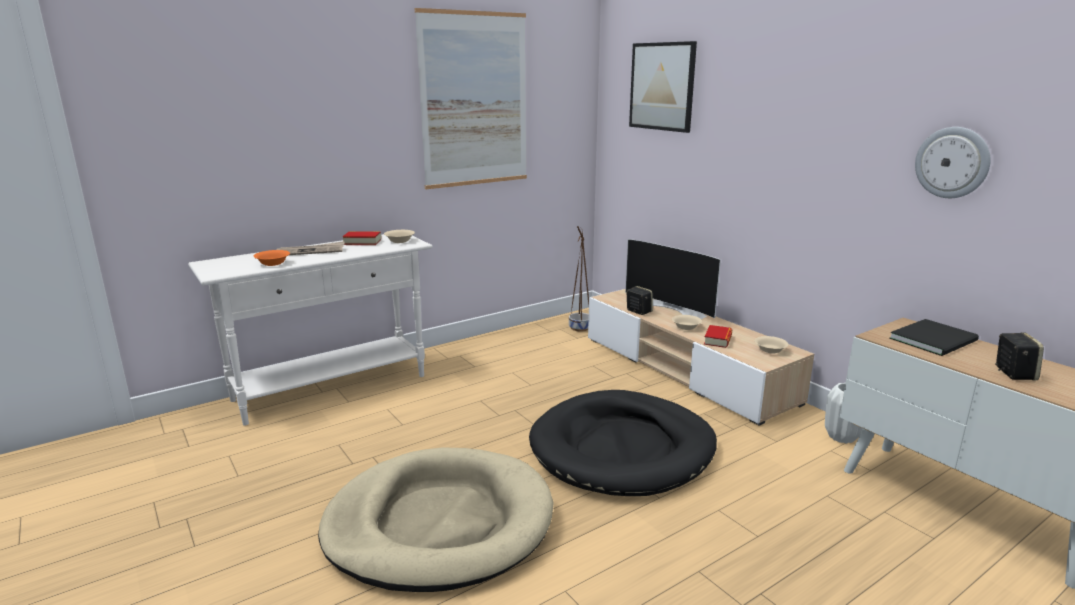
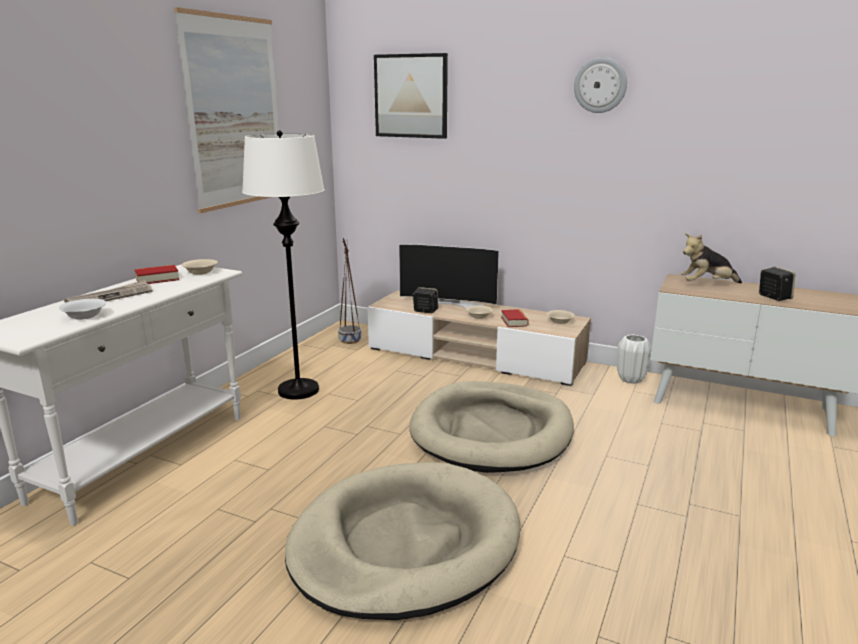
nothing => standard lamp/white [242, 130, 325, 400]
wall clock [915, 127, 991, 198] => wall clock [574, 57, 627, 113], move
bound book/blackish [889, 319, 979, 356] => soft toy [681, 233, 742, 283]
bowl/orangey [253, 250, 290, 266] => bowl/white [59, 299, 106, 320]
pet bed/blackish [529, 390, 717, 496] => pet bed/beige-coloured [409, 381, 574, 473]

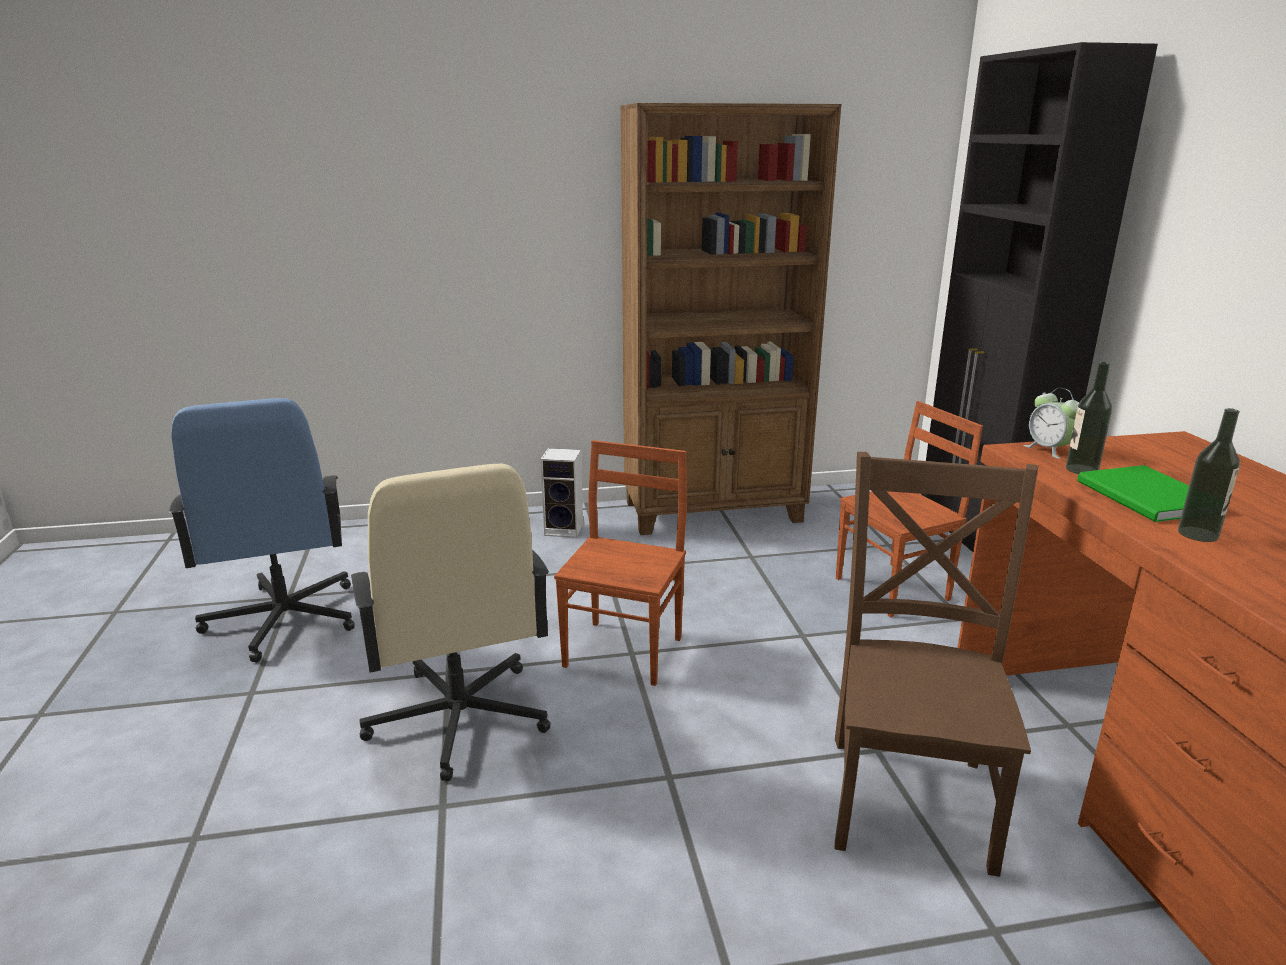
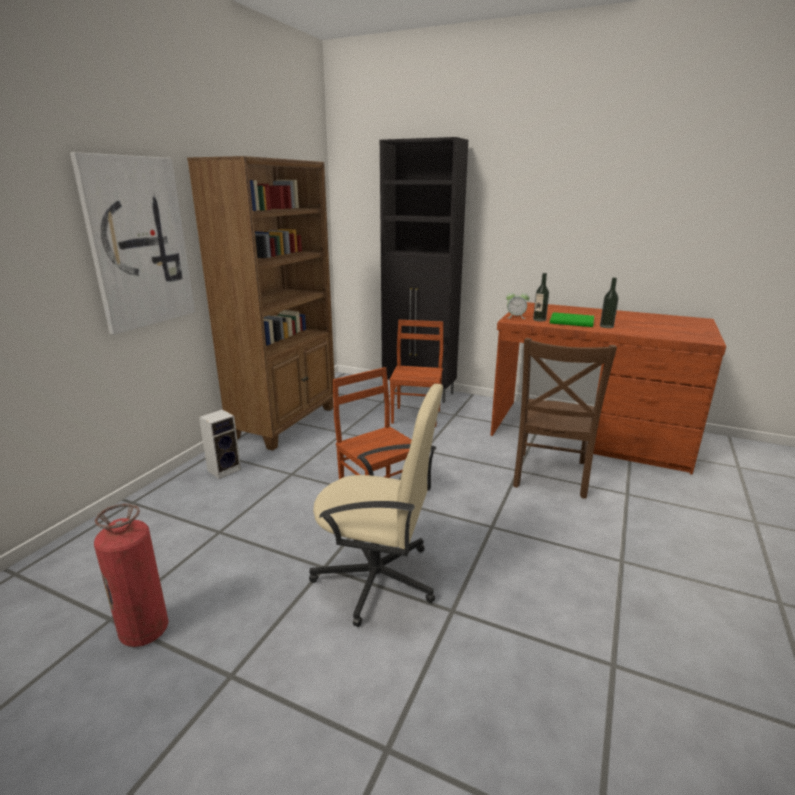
nothing => wall picture [70, 152, 195, 335]
computer chair/blue-coloured [169, 398, 355, 663] => fire-fighting cylinder [94, 503, 169, 647]
upright chair/brownish [835, 452, 1038, 877] => upright chair/brownish [513, 338, 617, 499], 120 degrees counterclockwise

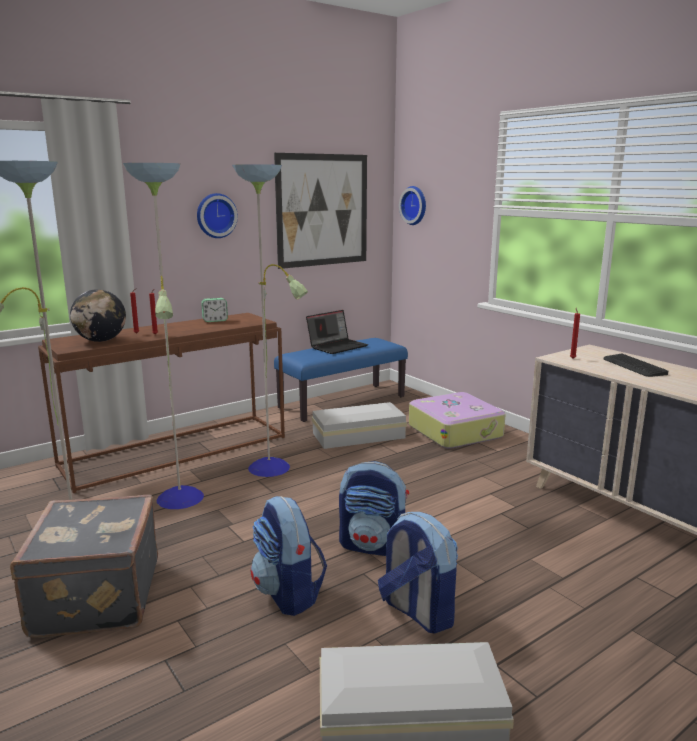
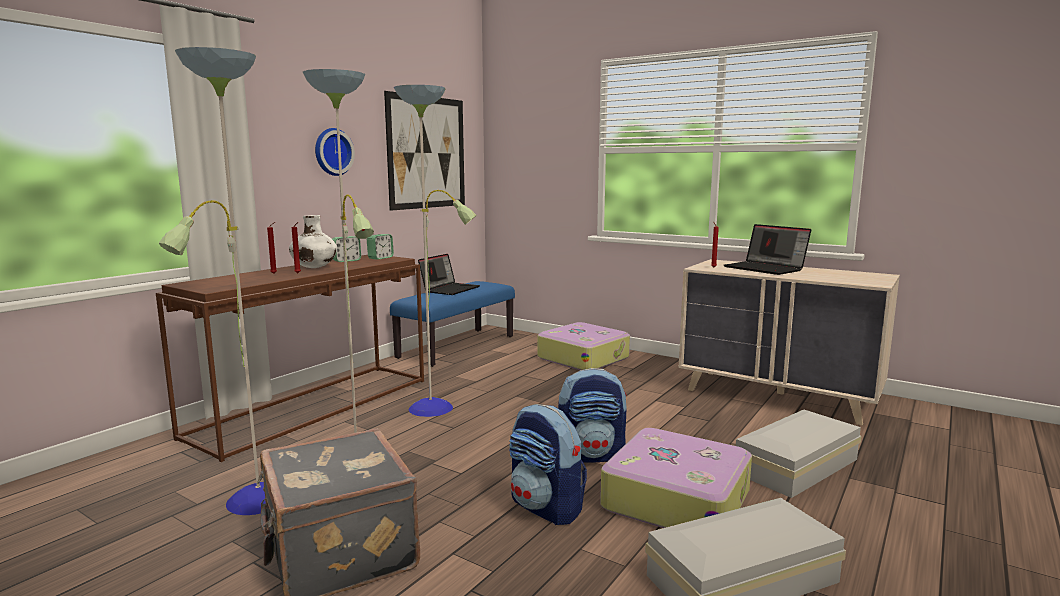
globe [70, 289, 126, 342] => nothing
wall clock [399, 186, 426, 225] => nothing
nothing => flower vase/white [289, 215, 337, 268]
nothing => alarm clock [367, 234, 394, 260]
storage container/white [312, 402, 407, 449] => storage container/white [736, 410, 862, 498], move
knapsack [378, 512, 458, 634] => travel case [600, 428, 752, 528]
PC keyboard [604, 354, 668, 377] => notebook computer [724, 224, 811, 275]

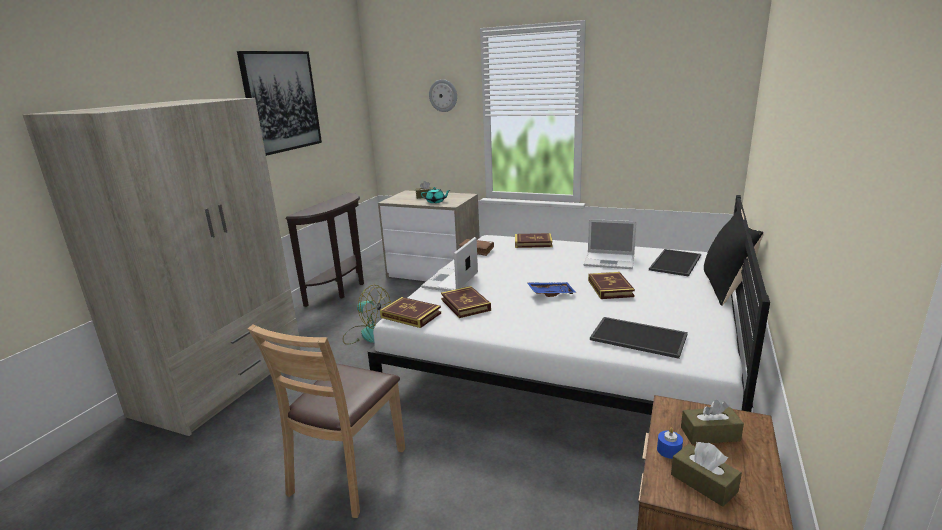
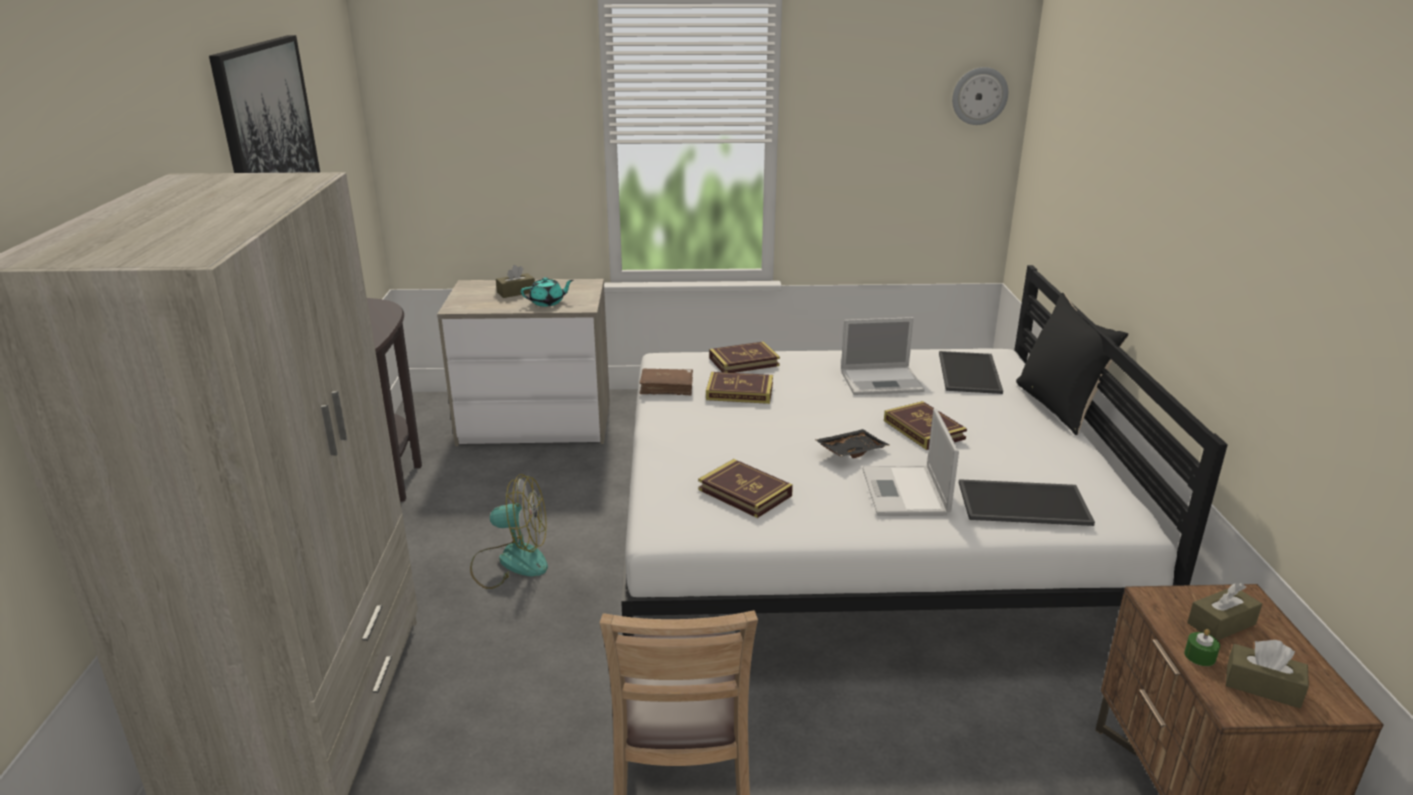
bound book [380, 297, 441, 328] => bound book [706, 372, 773, 404], move
notebook computer [421, 237, 478, 291] => notebook computer [862, 408, 959, 516], move
wall clock [429, 79, 457, 112] => wall clock [952, 67, 1008, 125], move
serving tray/blue-coloured [527, 282, 577, 297] => serving tray/blackish [815, 429, 890, 458]
wax light/blue-coloured [657, 428, 683, 459] => wax light/greenish [1184, 629, 1220, 666]

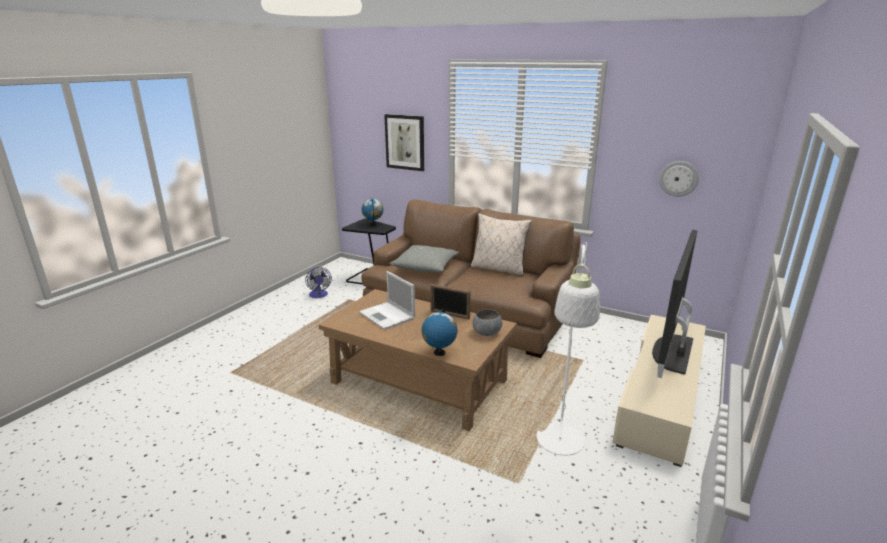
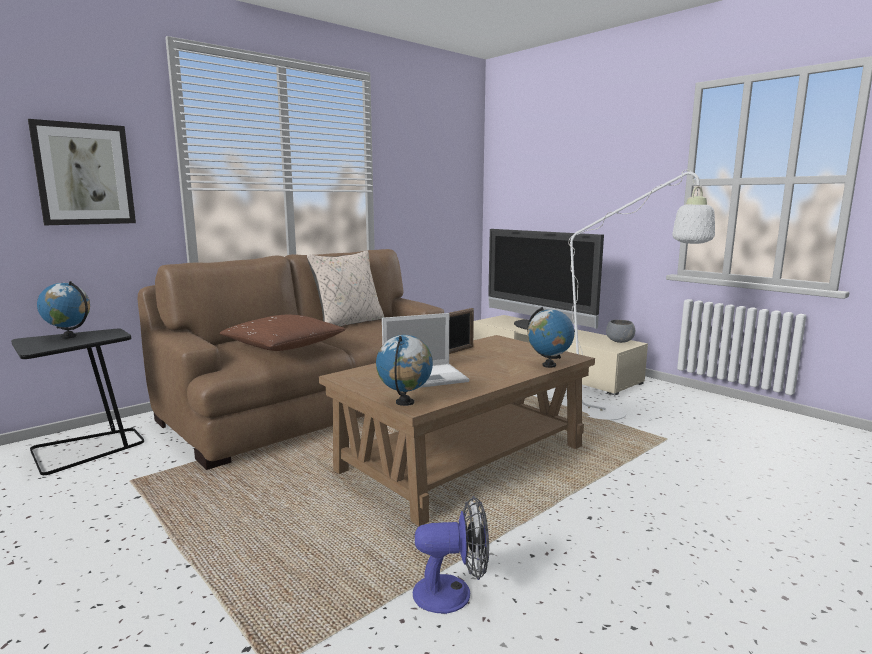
wall clock [659, 161, 699, 197] => nothing
nothing => globe [376, 335, 433, 406]
cooling fan [305, 267, 332, 298] => cooling fan [413, 496, 489, 614], move
bowl/gray [473, 309, 503, 336] => bowl/gray [606, 320, 635, 343], move
throw pillow/gray [389, 245, 460, 272] => throw pillow/brownish [219, 315, 346, 351]

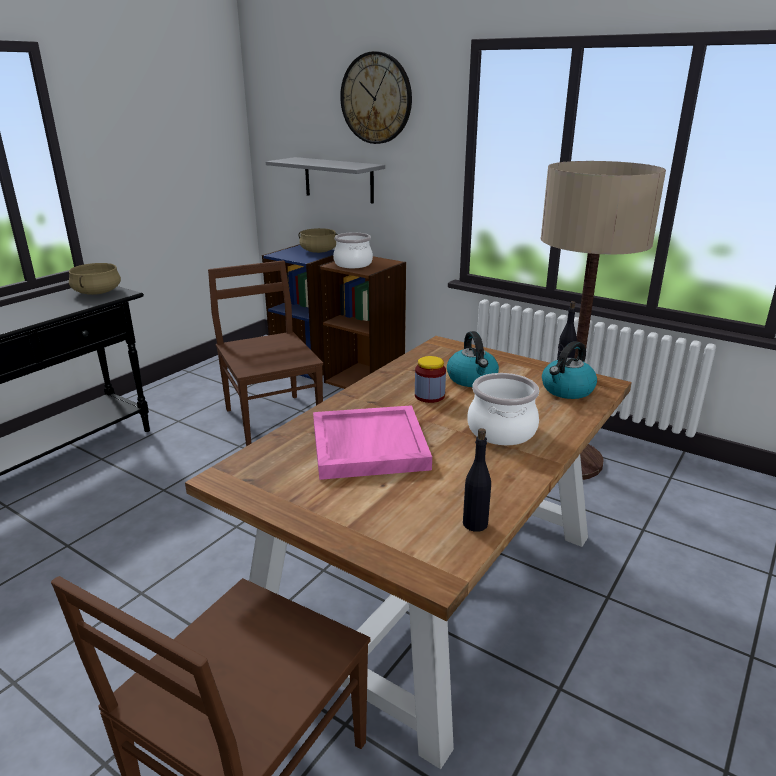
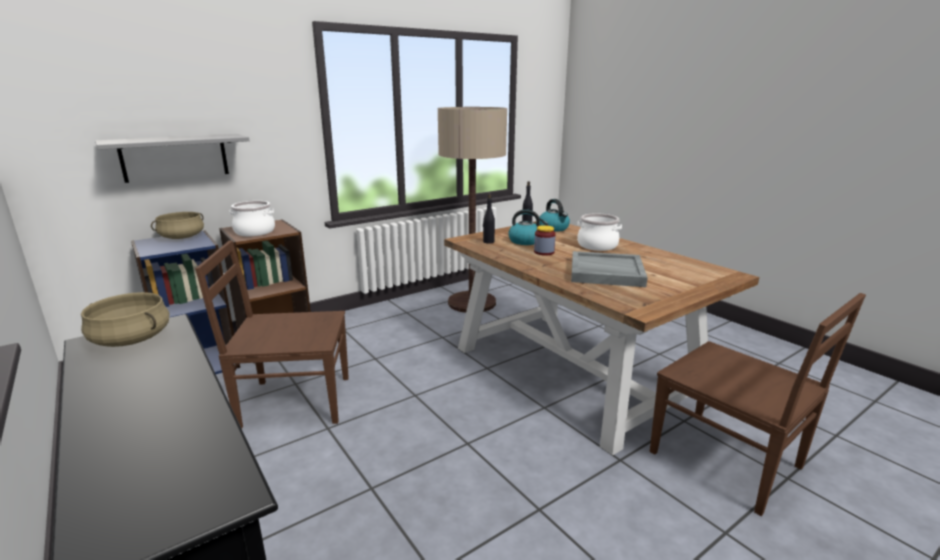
wall clock [340, 51, 412, 144] => nothing
drink bottle/blackish [463, 428, 491, 532] => drink bottle/blackish [483, 194, 495, 244], move
serving tray/pinkish [313, 405, 432, 480] => serving tray/gray [571, 251, 648, 287]

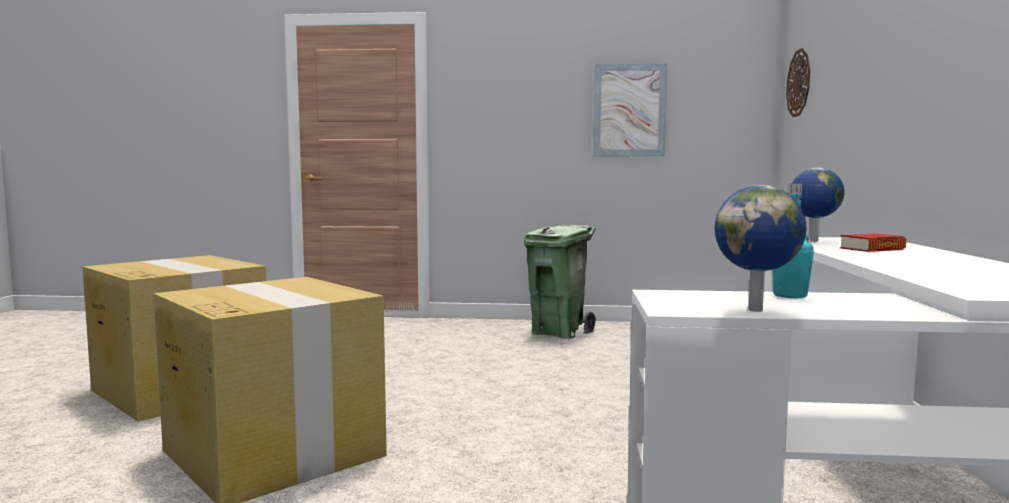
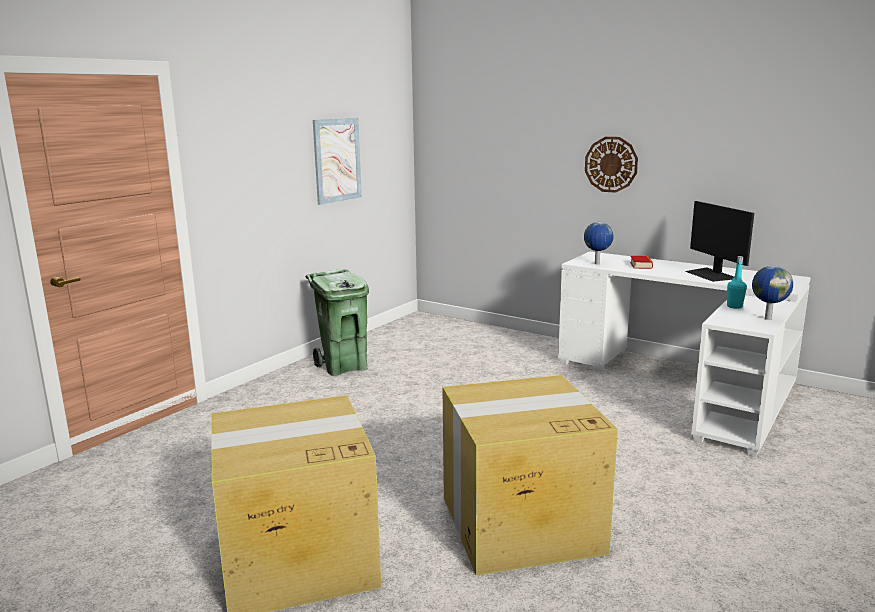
nothing => computer display [685, 201, 754, 282]
wall clock [786, 48, 810, 117] => wall clock [585, 137, 638, 193], move

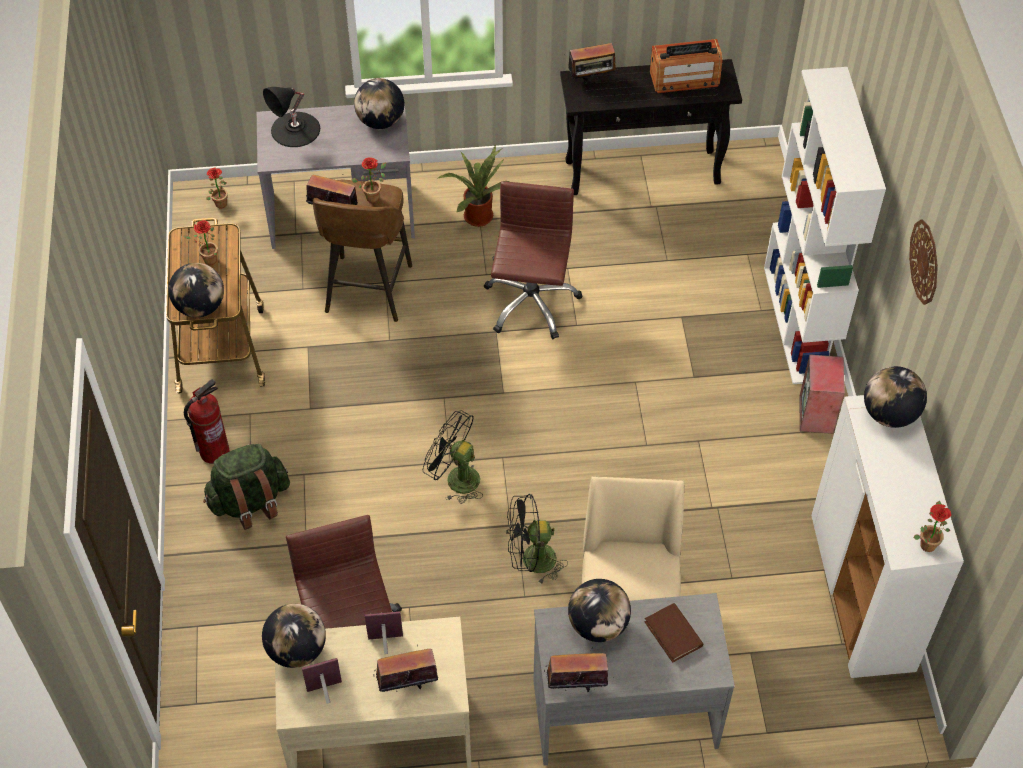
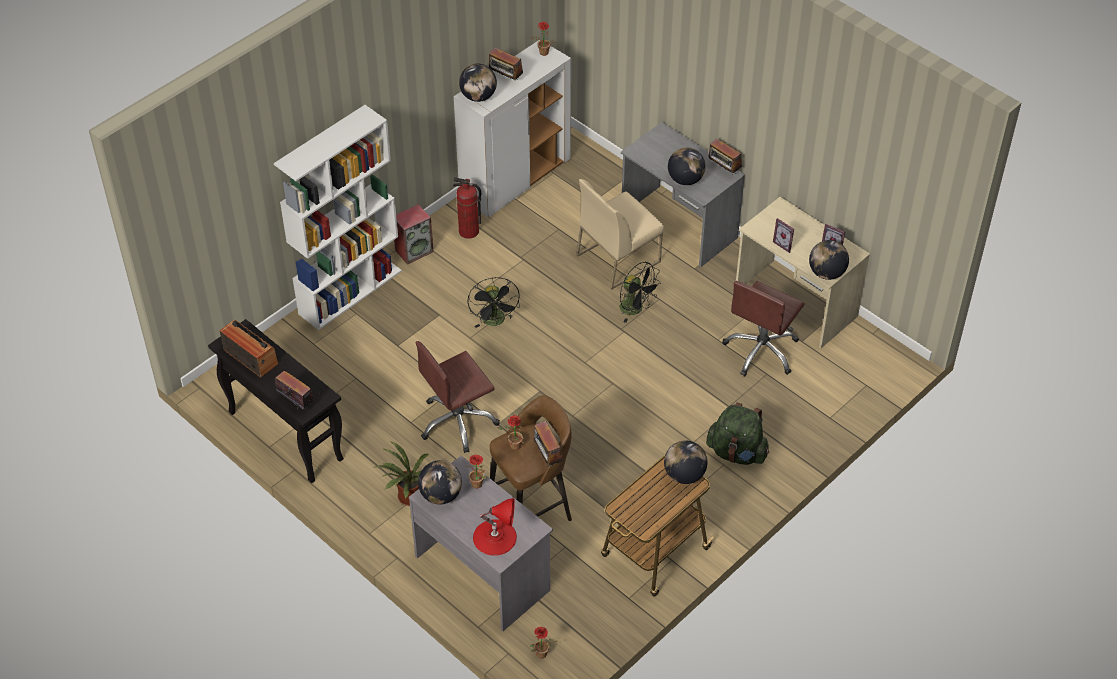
bound book/brownish [645, 603, 703, 663] => nothing
wall clock [909, 219, 938, 305] => nothing
potted plant [184, 220, 219, 265] => potted plant [466, 455, 487, 488], move
fire-fighting cylinder [184, 379, 230, 464] => fire-fighting cylinder [453, 177, 481, 239], move
radio set [373, 644, 438, 692] => radio set [489, 48, 523, 81], move
cooling fan/blackish [423, 410, 483, 504] => cooling fan/blackish [467, 277, 520, 328], move
lamp for a table/blackish [263, 87, 320, 147] => lamp for a table/reddish [473, 498, 517, 556]

